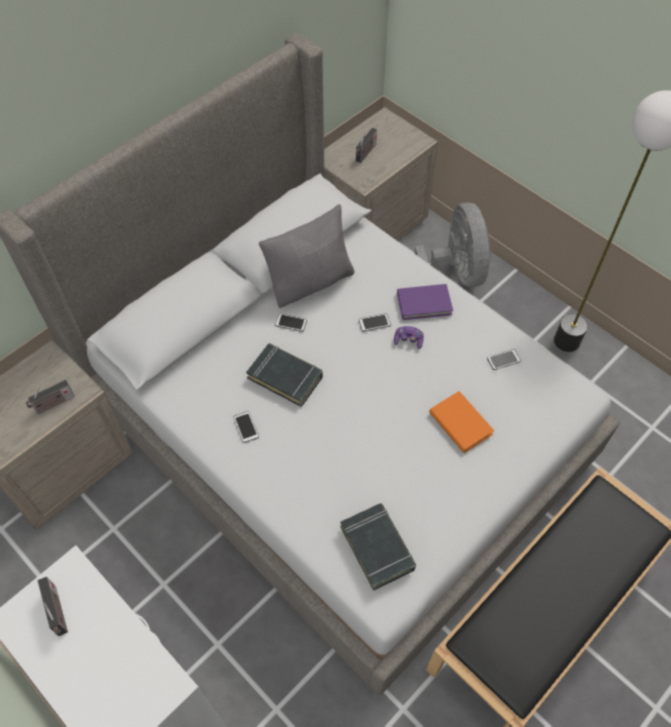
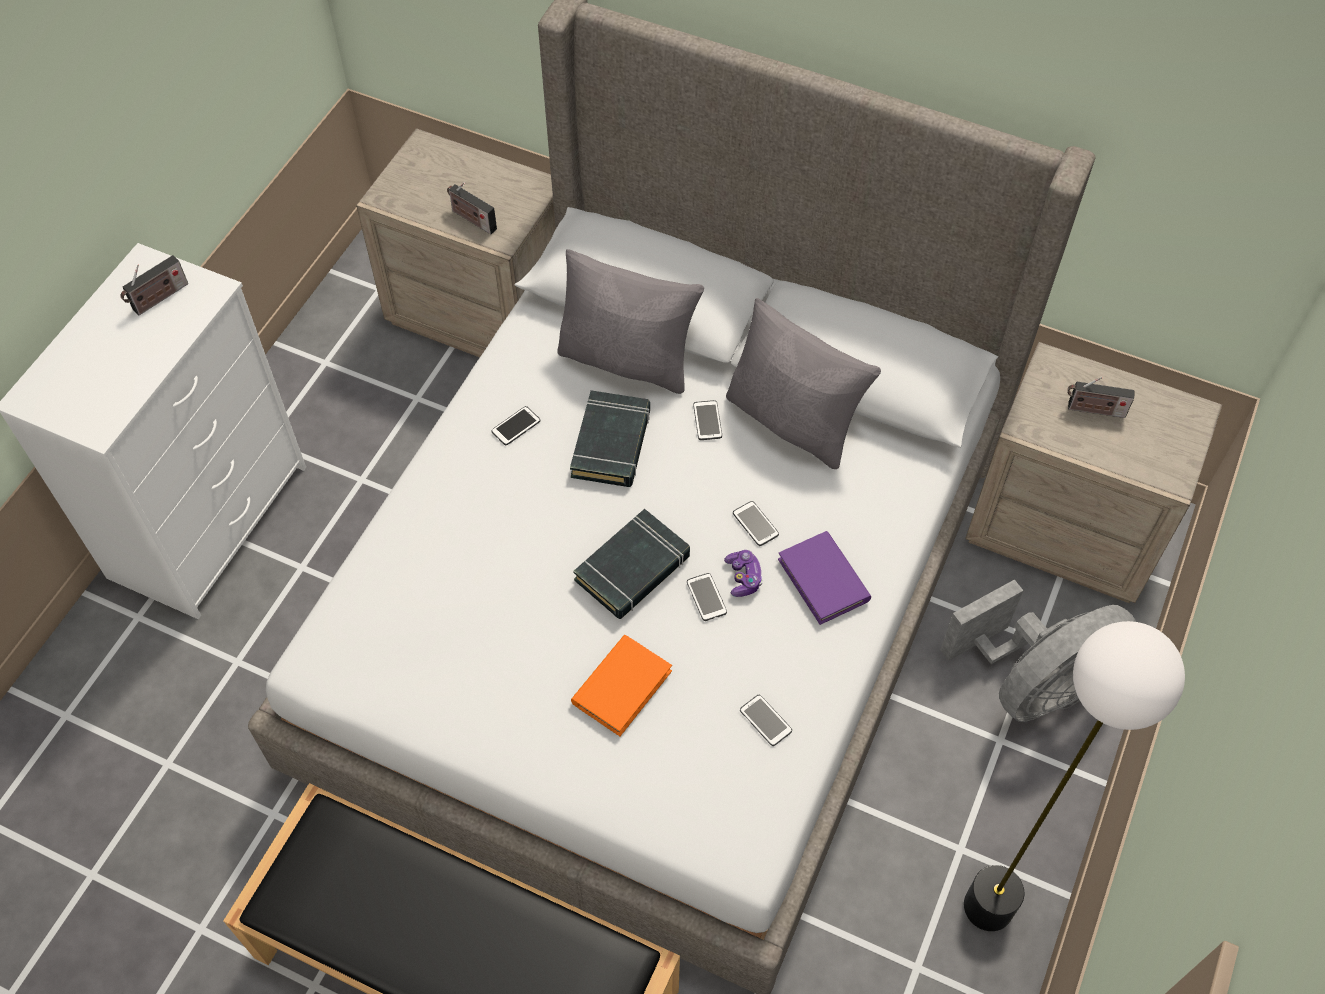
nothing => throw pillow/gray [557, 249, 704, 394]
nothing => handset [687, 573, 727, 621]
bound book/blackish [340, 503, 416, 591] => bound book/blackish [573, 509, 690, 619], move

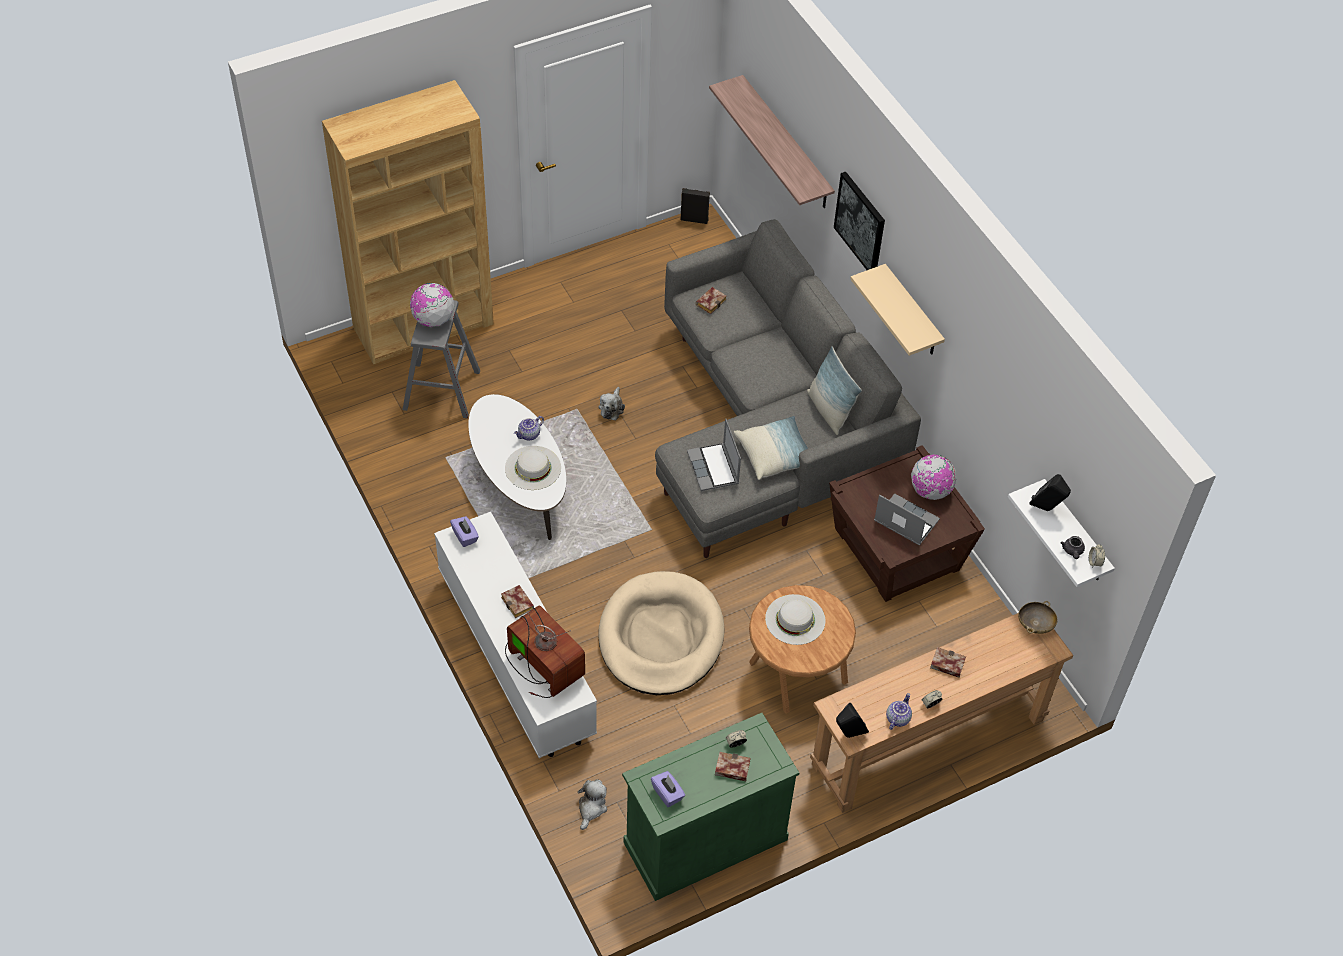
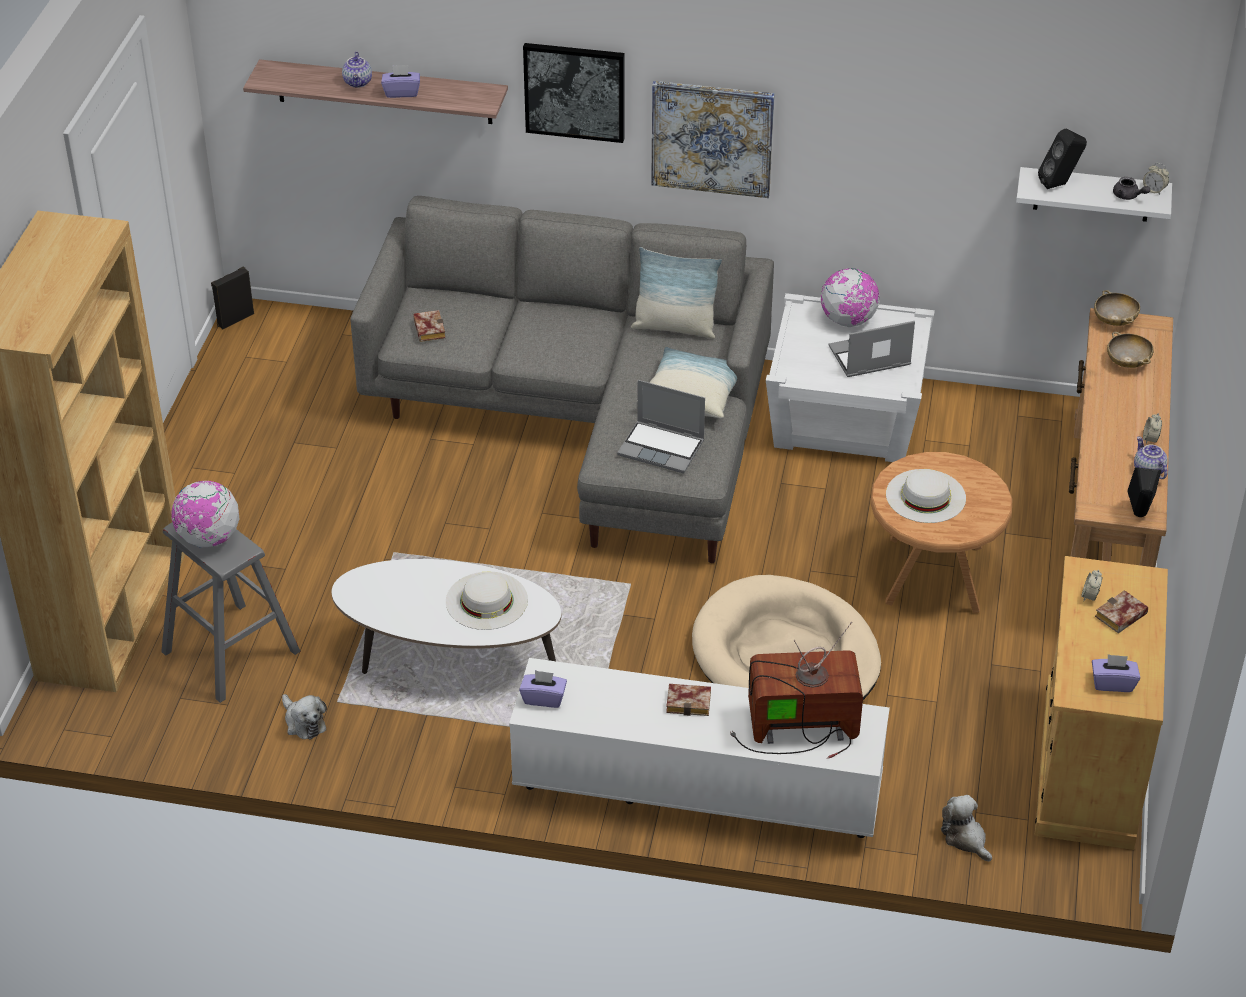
bound book [930, 647, 966, 678] => nothing
nothing => tissue box/purple-coloured [381, 65, 420, 98]
nothing => bowl/beige-coloured [1107, 332, 1154, 368]
tea pot [514, 416, 544, 440] => tea pot [342, 51, 372, 88], move
soft toy [599, 387, 625, 420] => soft toy [282, 694, 327, 740], move
shelf/beige-coloured [850, 264, 945, 356] => wall picture [651, 81, 775, 198]
cabinet/greenish [622, 713, 799, 901] => cabinet/beige-coloured [1035, 556, 1168, 850]
accent table/brownish [829, 445, 985, 602] => accent table/white [766, 293, 935, 462]

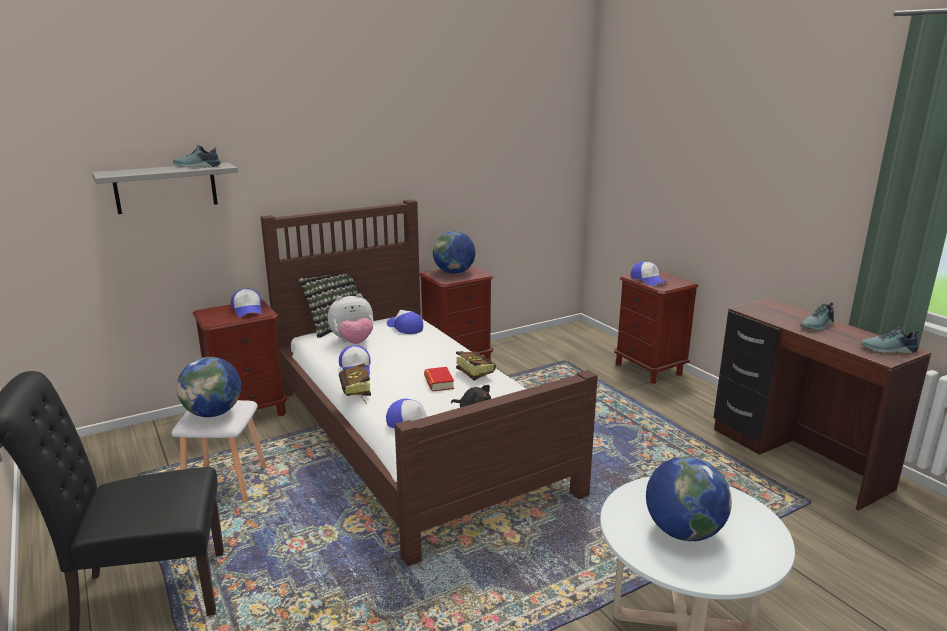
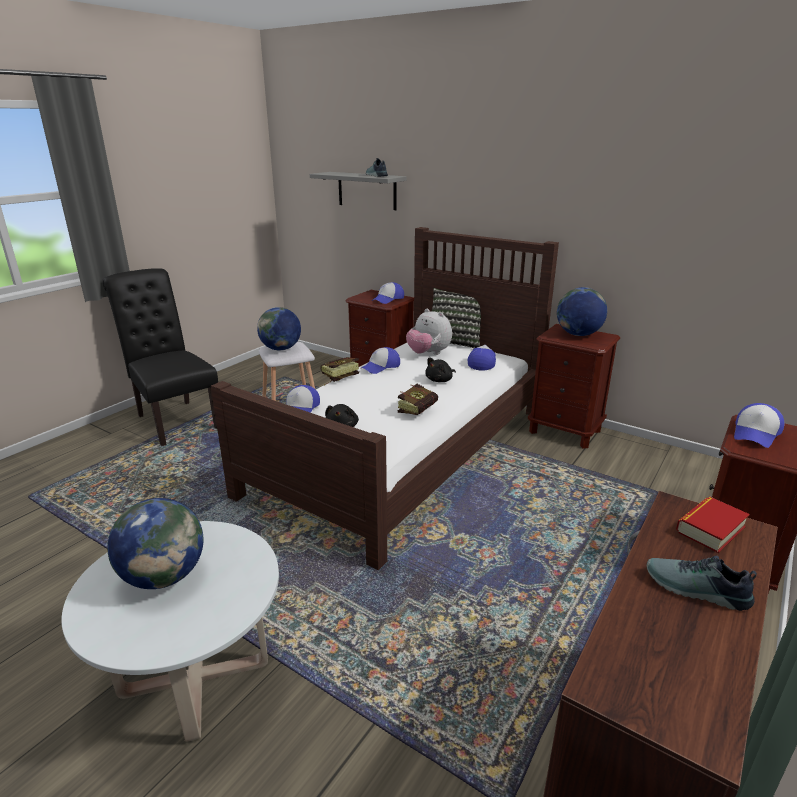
low shoe [861, 327, 919, 353] => nothing
nothing => soft toy/blackish [425, 357, 456, 382]
bound book [424, 367, 454, 391] => bound book [676, 497, 750, 553], move

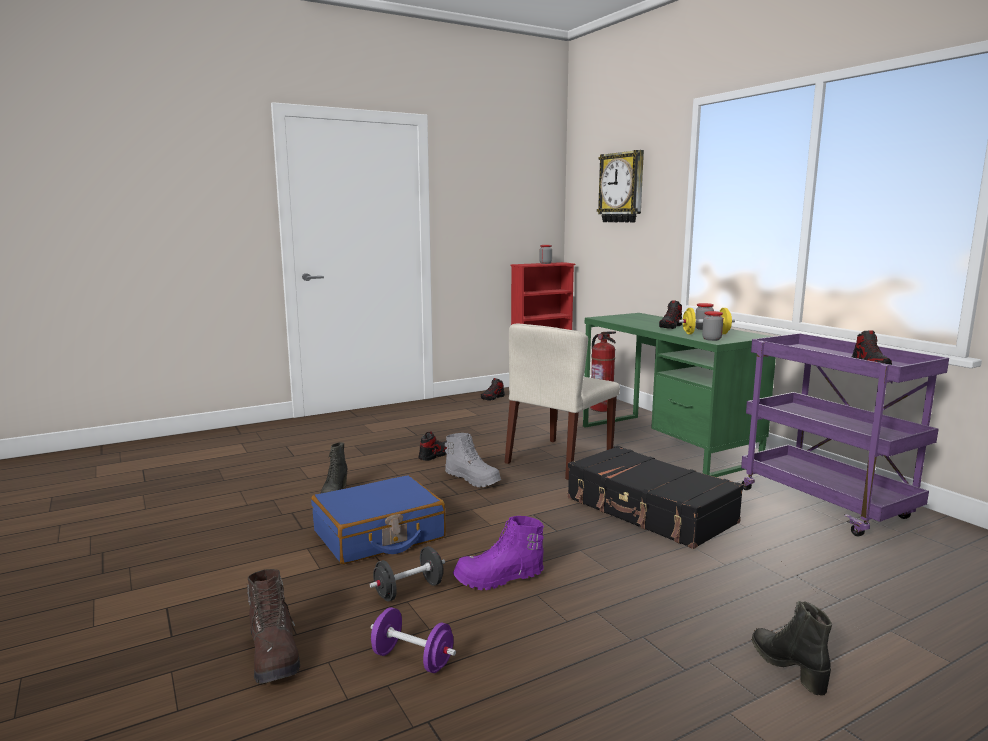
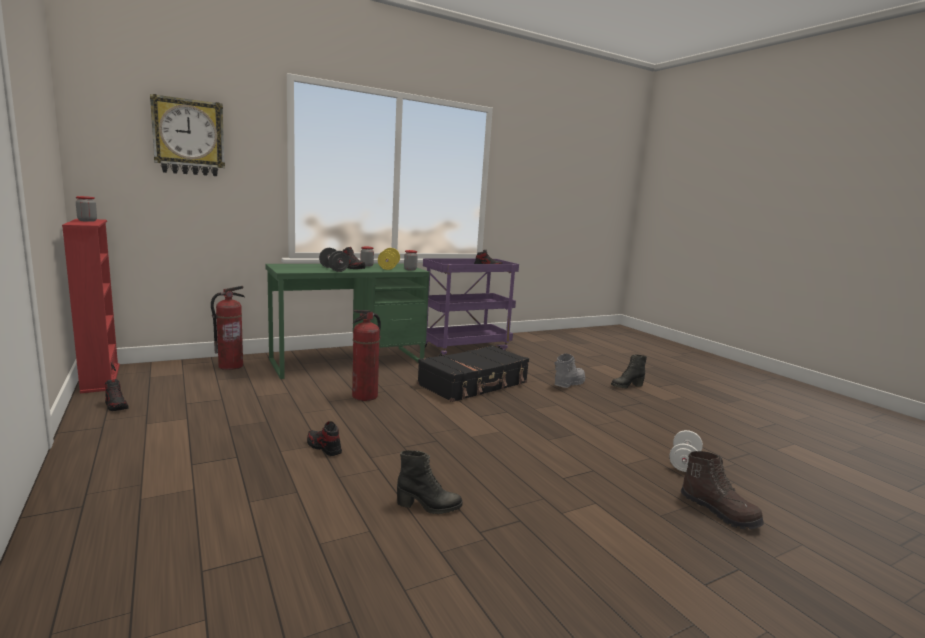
travel case/blue-coloured [311, 475, 446, 564] => nothing
high-top boot/purple-coloured [453, 516, 544, 590] => nothing
hand weight/blackish [369, 546, 445, 601] => hand weight/blackish [319, 248, 349, 272], move
high-top boot/gray [445, 433, 501, 487] => high-top boot/gray [555, 353, 585, 388], move
upright chair/beige-coloured [505, 323, 620, 480] => fire-fighting cylinder [352, 310, 381, 401]
hand weight/purple-coloured [371, 607, 456, 673] => hand weight/white [669, 430, 703, 472]
high-top boot/brownish [247, 569, 300, 684] => high-top boot/brownish [681, 451, 764, 530], 75 degrees clockwise

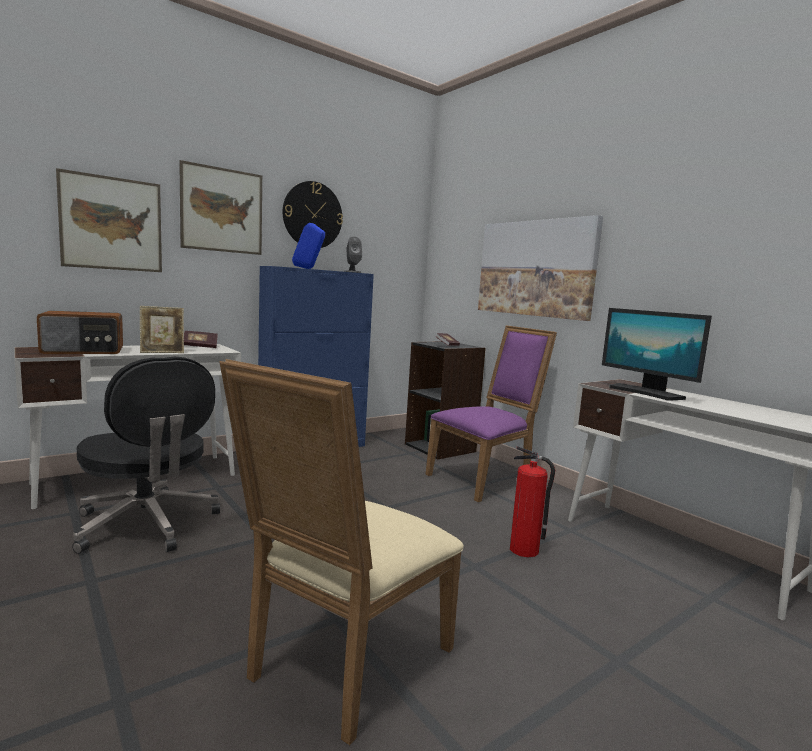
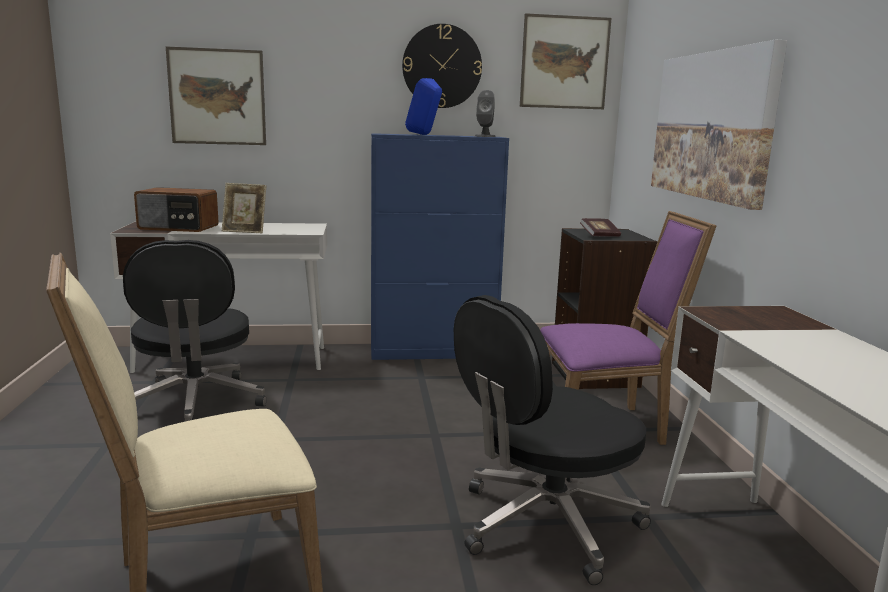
bound book [184, 331, 218, 348] => nothing
computer display [602, 308, 712, 401] => nothing
wall picture [179, 160, 262, 255] => wall picture [520, 13, 611, 109], move
fire-fighting cylinder [510, 446, 555, 557] => computer chair/blackish [454, 295, 651, 585]

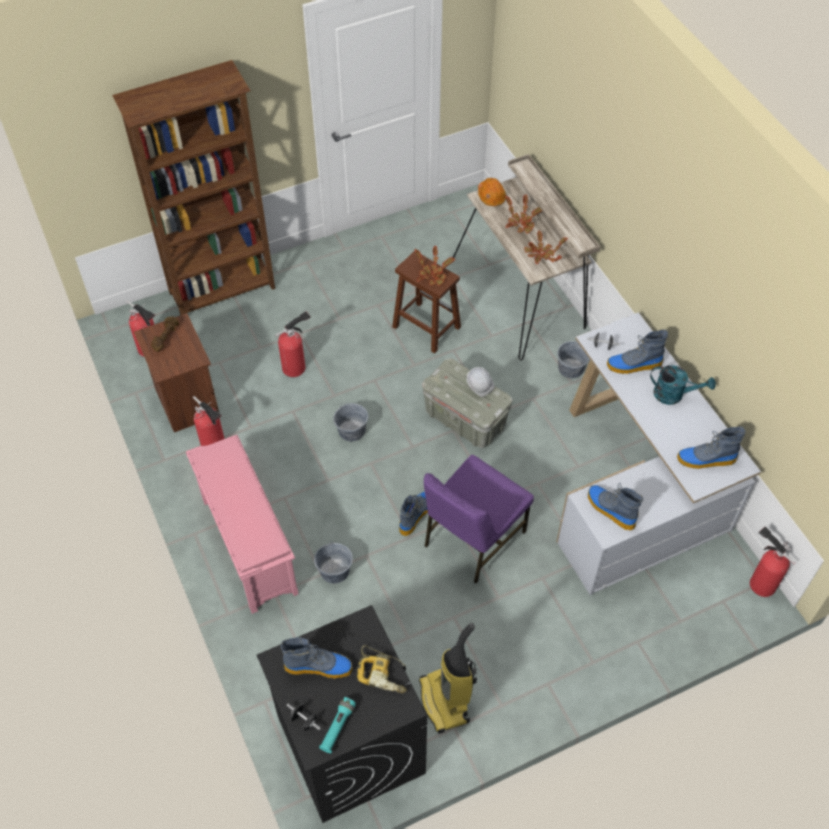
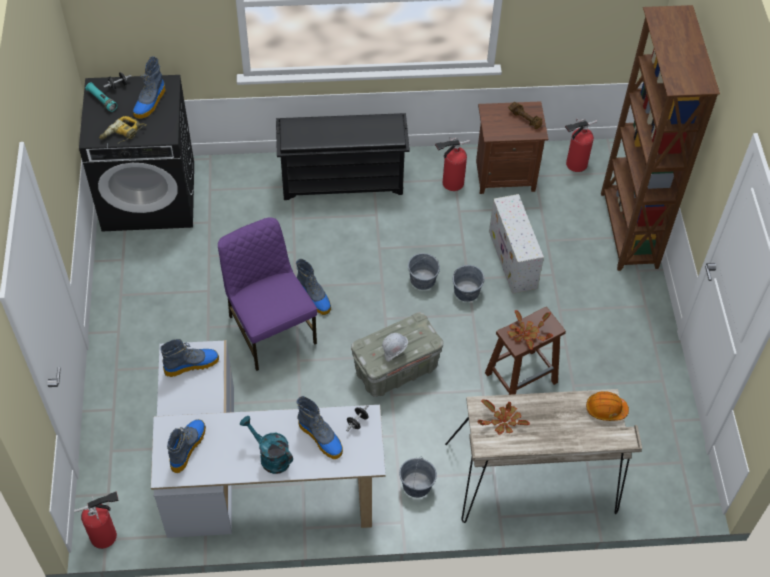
vacuum cleaner [419, 623, 477, 733] => nothing
potted plant [505, 194, 542, 234] => nothing
water bucket/gray [314, 541, 353, 584] => water bucket/gray [452, 265, 485, 302], move
fire-fighting cylinder [275, 311, 311, 377] => storage container/white [489, 194, 544, 294]
shoe rack/pinkish [186, 435, 299, 614] => shoe rack/blackish [276, 113, 410, 200]
high-top boot [607, 329, 668, 374] => high-top boot [296, 396, 343, 459], 120 degrees clockwise
watering pot/blue-green [650, 365, 716, 405] => watering pot/blue-green [240, 416, 293, 474], 90 degrees clockwise

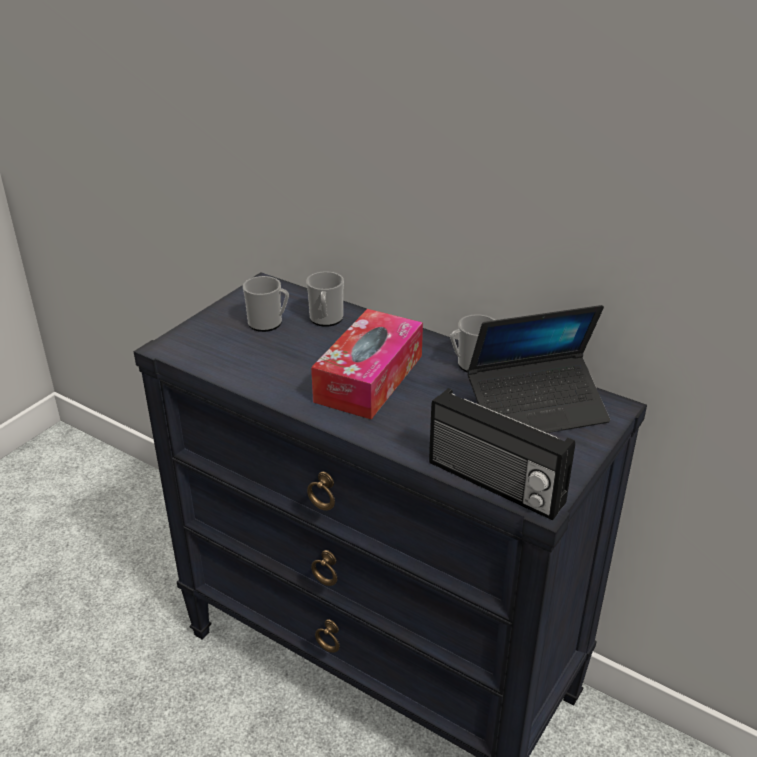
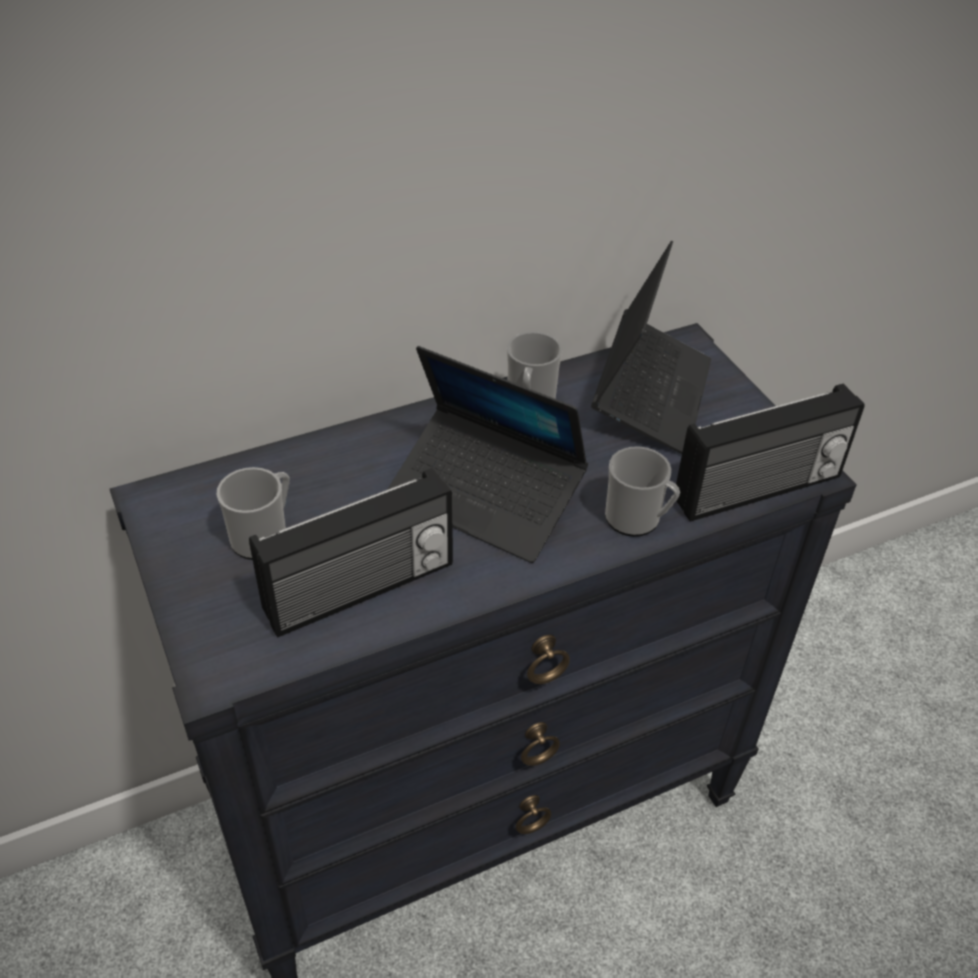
nothing => radio set [249, 468, 453, 638]
mug [306, 271, 344, 327] => mug [605, 446, 680, 537], move
tissue box [311, 309, 423, 419] => notebook computer [387, 346, 588, 563]

